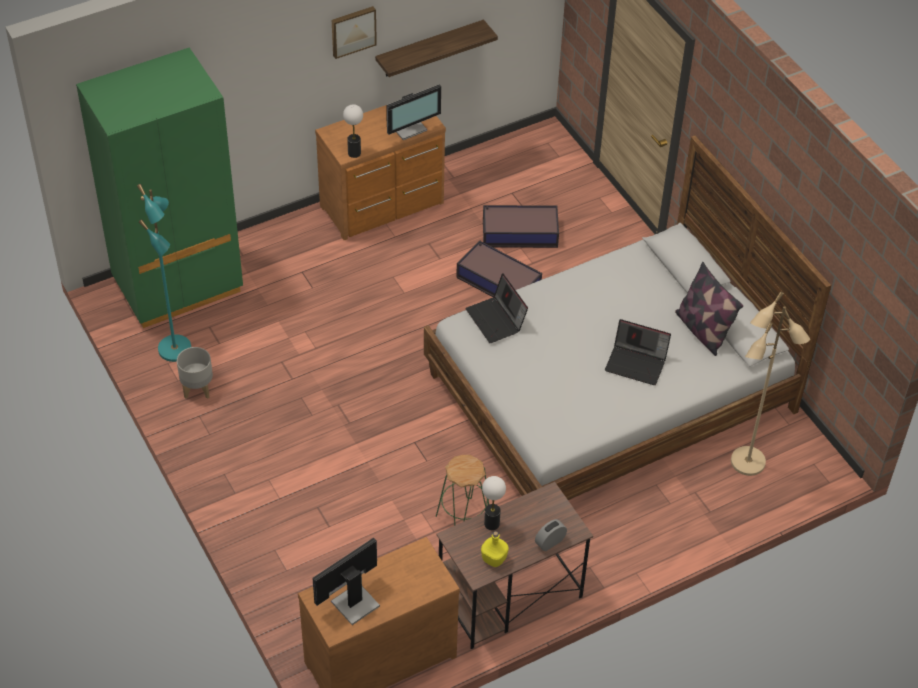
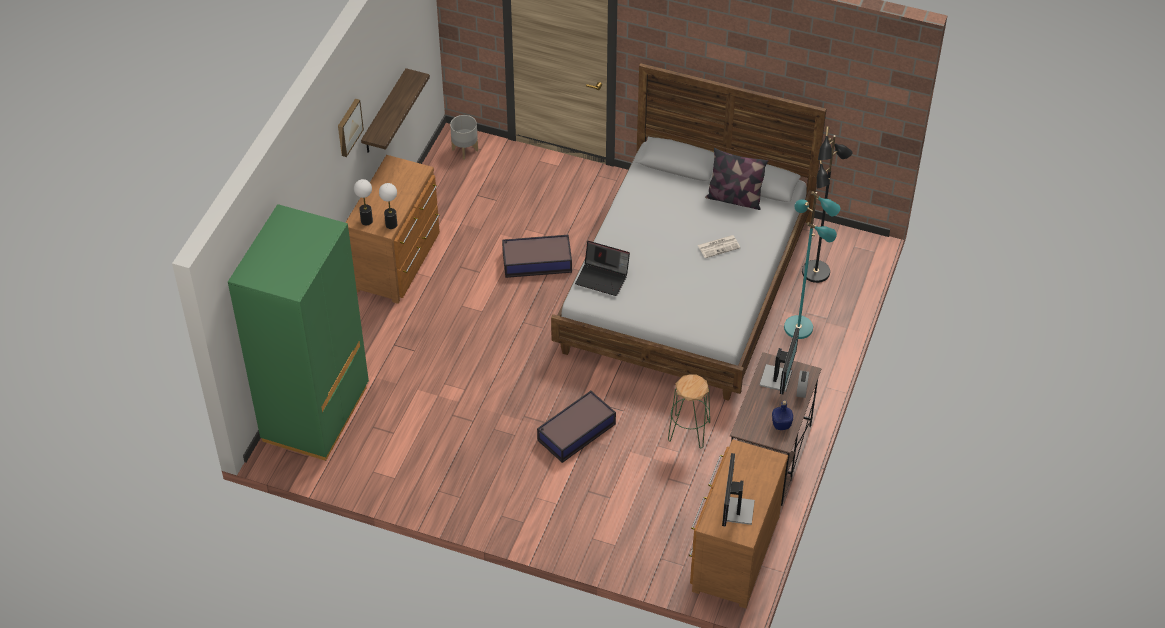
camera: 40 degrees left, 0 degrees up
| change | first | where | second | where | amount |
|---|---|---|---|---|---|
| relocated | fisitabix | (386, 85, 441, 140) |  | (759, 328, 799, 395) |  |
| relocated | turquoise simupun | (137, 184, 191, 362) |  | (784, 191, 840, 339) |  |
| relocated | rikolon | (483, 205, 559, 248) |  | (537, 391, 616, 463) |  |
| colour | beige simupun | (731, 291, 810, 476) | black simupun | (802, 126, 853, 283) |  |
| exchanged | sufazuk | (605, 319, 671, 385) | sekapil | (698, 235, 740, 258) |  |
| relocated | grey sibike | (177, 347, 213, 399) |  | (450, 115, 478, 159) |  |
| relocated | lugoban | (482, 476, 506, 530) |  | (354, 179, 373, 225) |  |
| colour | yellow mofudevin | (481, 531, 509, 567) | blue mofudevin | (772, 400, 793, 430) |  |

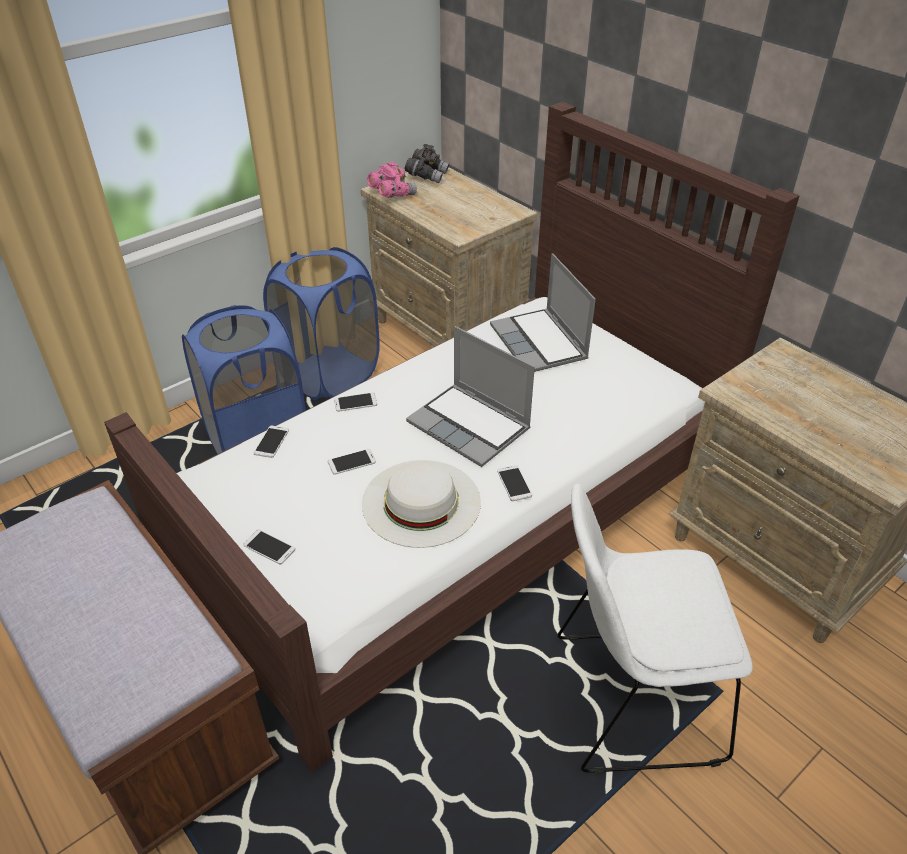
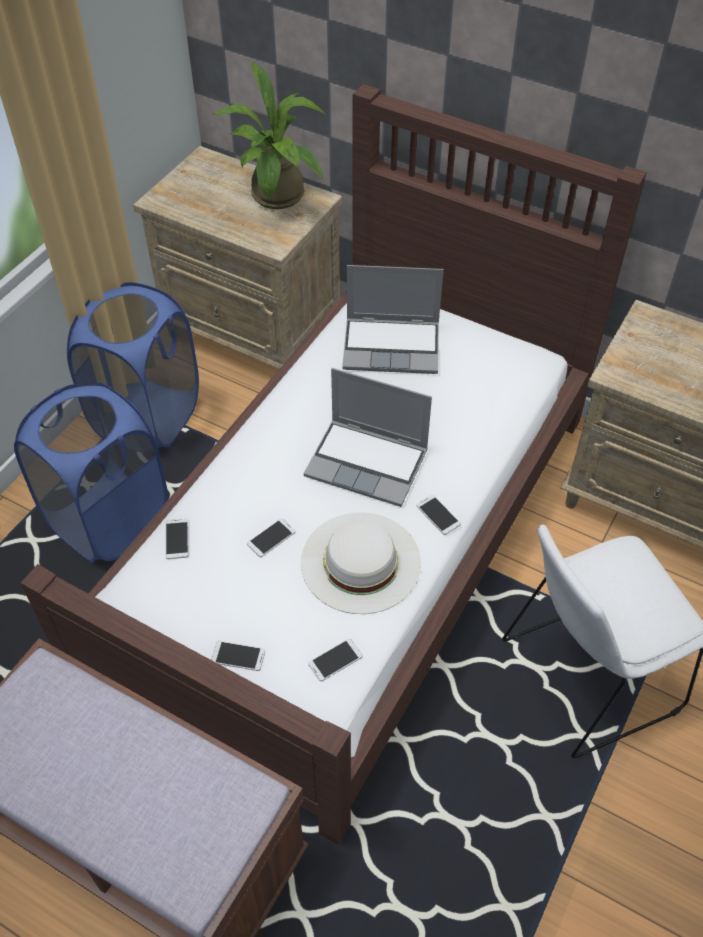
camera: 20 degrees left, 10 degrees up
| change | first | where | second | where | amount |
|---|---|---|---|---|---|
| missing | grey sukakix | (404, 144, 449, 184) |  |  |  |
| missing | pink sukakix | (367, 162, 417, 198) |  |  |  |
| spun | sufazuk | (490, 253, 596, 372) |  | (342, 265, 444, 374) | 45 degrees counterclockwise |
| relocated | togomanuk | (334, 392, 377, 412) |  | (308, 639, 363, 681) |  |
| appeared |  |  | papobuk | (212, 62, 325, 209) |  |

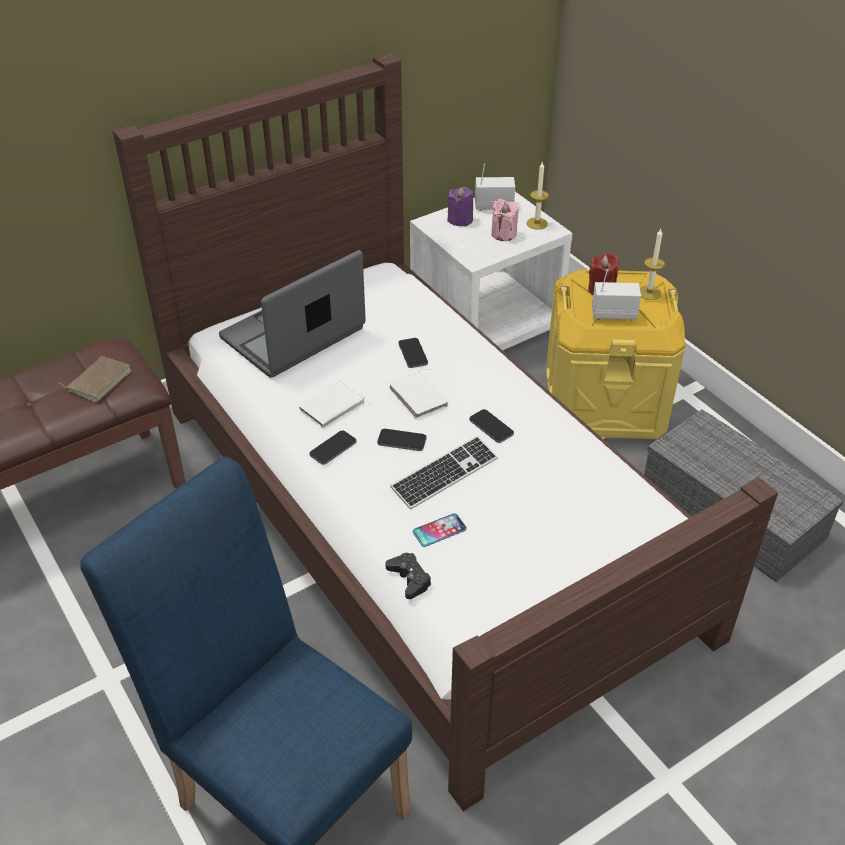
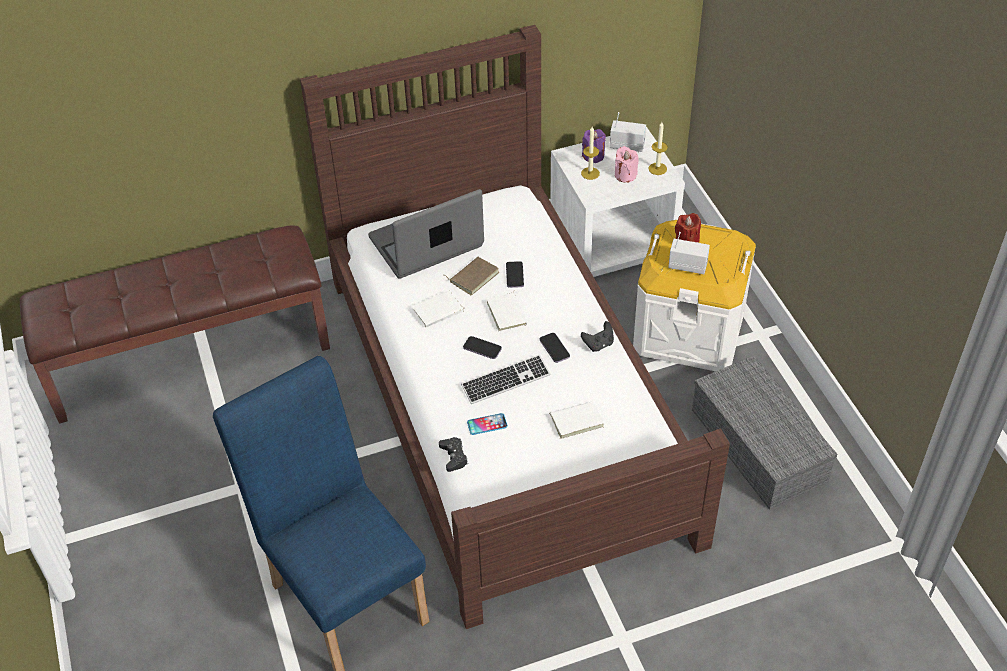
camera: 15 degrees right, 5 degrees up
| change | first | where | second | where | amount |
|---|---|---|---|---|---|
| relocated | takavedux | (640, 229, 665, 300) |  | (581, 127, 600, 180) |  |
| colour | yellow rikolon | (546, 270, 685, 439) | white rikolon | (633, 220, 756, 371) |  |
| relocated | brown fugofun | (59, 356, 131, 402) |  | (444, 257, 499, 295) |  |
| missing | togomanuk | (309, 430, 357, 465) |  |  |  |
| appeared |  |  | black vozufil | (581, 321, 614, 352) |  |
| appeared |  |  | white fugofun | (547, 401, 604, 439) |  |

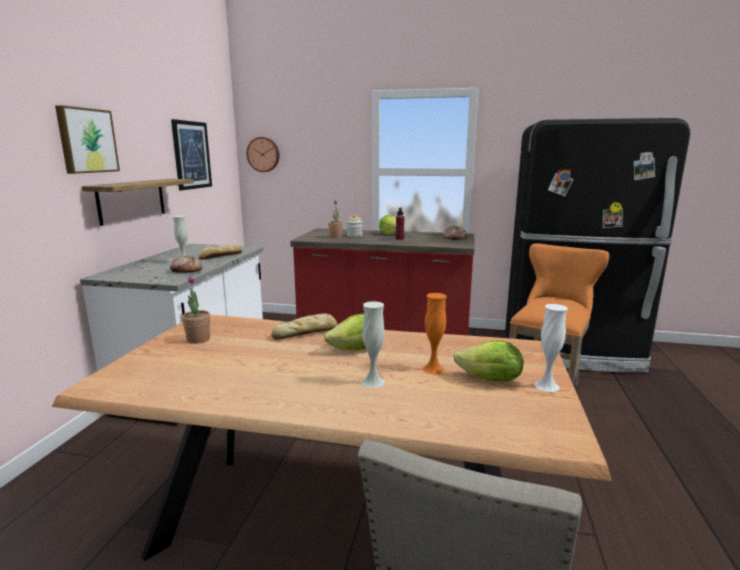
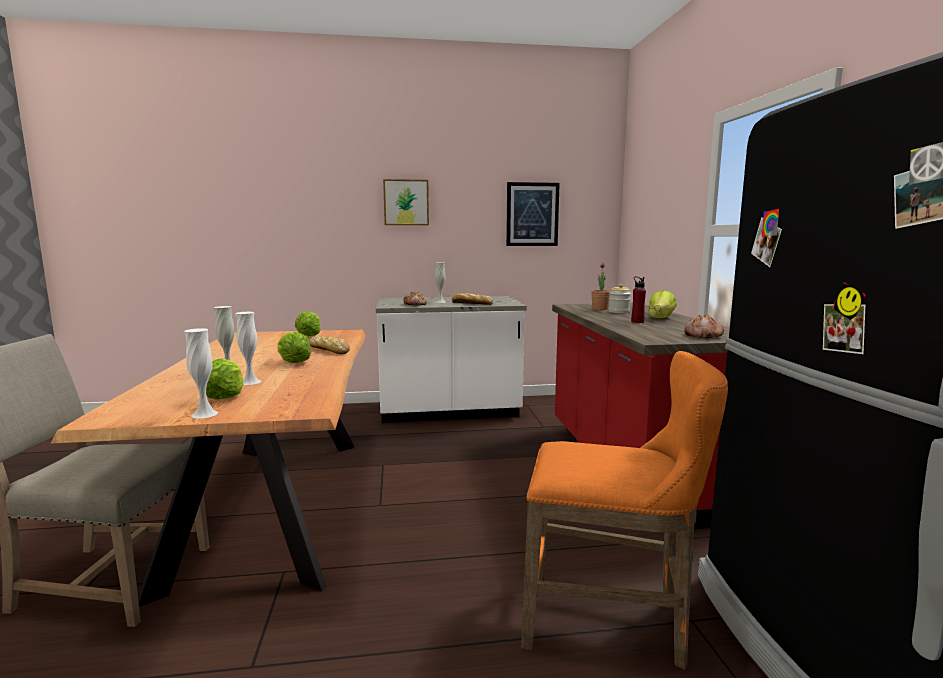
camera: 70 degrees right, 5 degrees down
| change | first | where | second | where | amount |
|---|---|---|---|---|---|
| missing | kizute | (246, 137, 280, 172) |  |  |  |
| missing | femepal | (82, 179, 194, 226) |  |  |  |
| exchanged | papobuk | (182, 275, 210, 344) | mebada | (295, 311, 321, 336) |  |
| colour | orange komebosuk | (423, 293, 447, 375) | white komebosuk | (235, 312, 261, 385) |  |

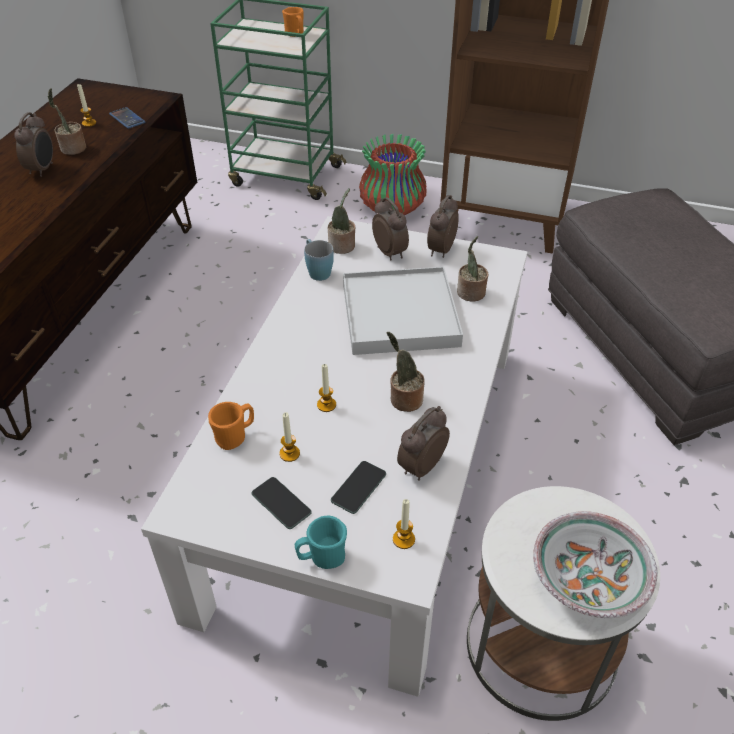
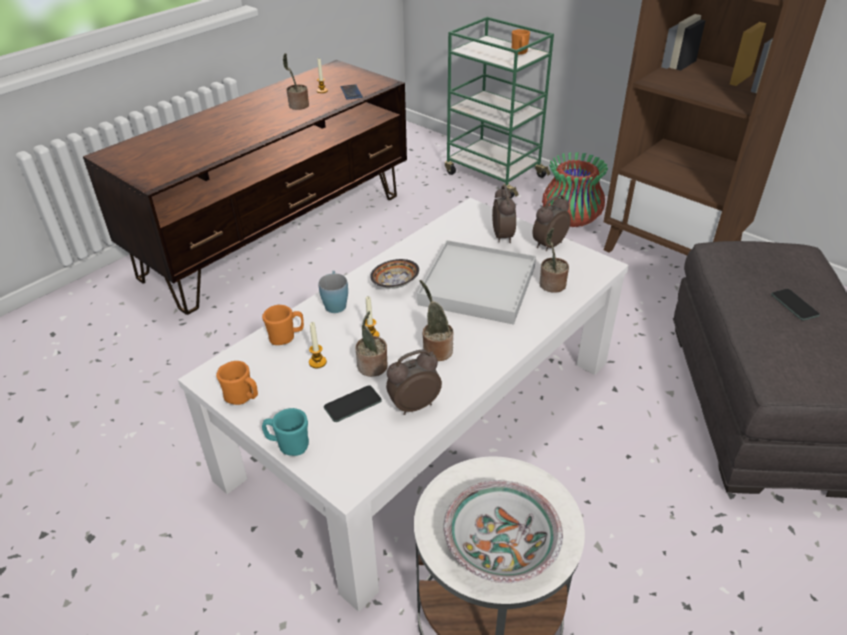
camera: 25 degrees right, 5 degrees down
| change | first | where | second | where | amount |
|---|---|---|---|---|---|
| missing | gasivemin | (14, 112, 53, 177) |  |  |  |
| relocated | papobuk | (328, 188, 356, 254) |  | (355, 311, 388, 377) |  |
| relocated | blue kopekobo | (304, 239, 334, 281) |  | (318, 271, 348, 313) |  |
| relocated | togomanuk | (252, 477, 312, 529) |  | (771, 289, 820, 321) |  |
| missing | takavedux | (393, 499, 415, 549) |  |  |  |
| appeared |  |  | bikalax | (370, 259, 419, 289) |  |
| appeared |  |  | orange kopekobo | (216, 361, 258, 405) |  |

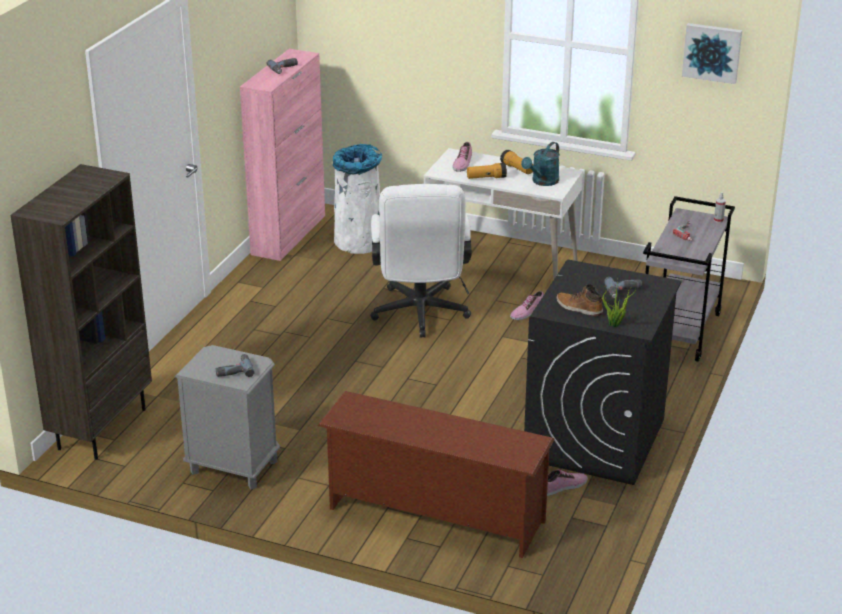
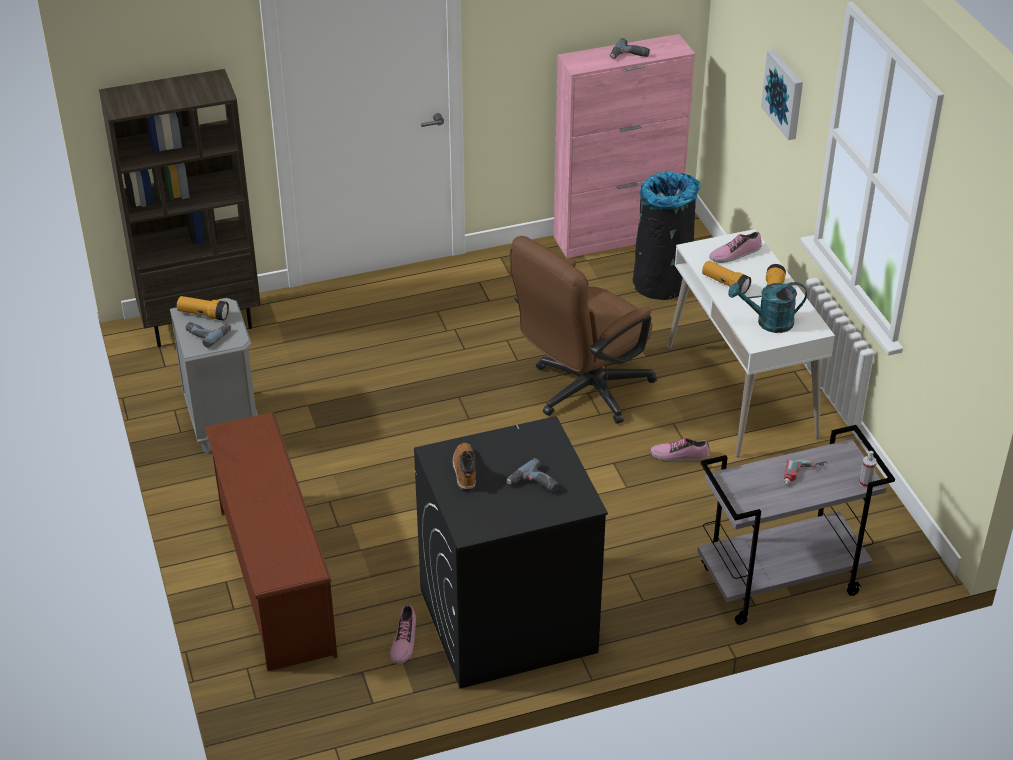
camera: 50 degrees right, 10 degrees up
| change | first | where | second | where | amount |
|---|---|---|---|---|---|
| relocated | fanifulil | (682, 23, 742, 84) |  | (761, 50, 803, 140) |  |
| colour | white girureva | (333, 144, 382, 254) | black girureva | (633, 171, 701, 300) |  |
| colour | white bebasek | (370, 184, 472, 338) | brown bebasek | (510, 236, 657, 424) |  |
| missing | papobuk | (602, 287, 636, 327) |  |  |  |
| spun | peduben | (547, 470, 588, 496) |  | (390, 604, 416, 664) | 75 degrees clockwise |
| appeared |  |  | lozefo | (177, 296, 229, 321) |  |

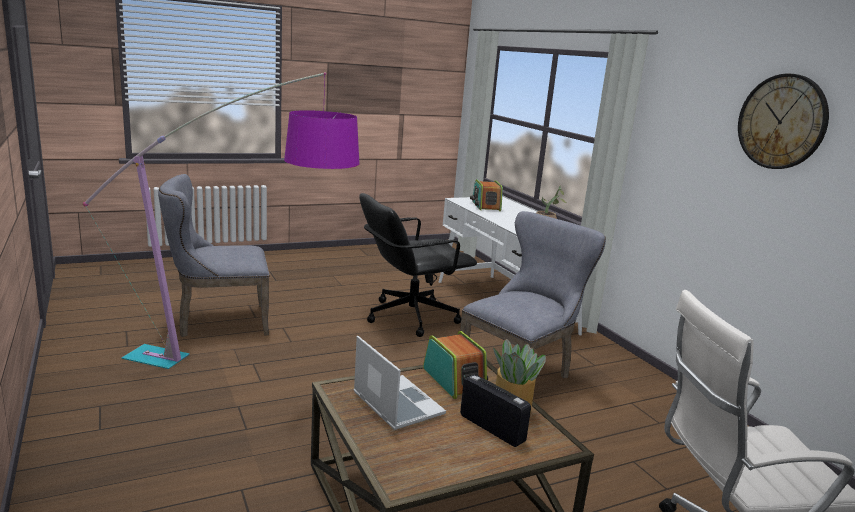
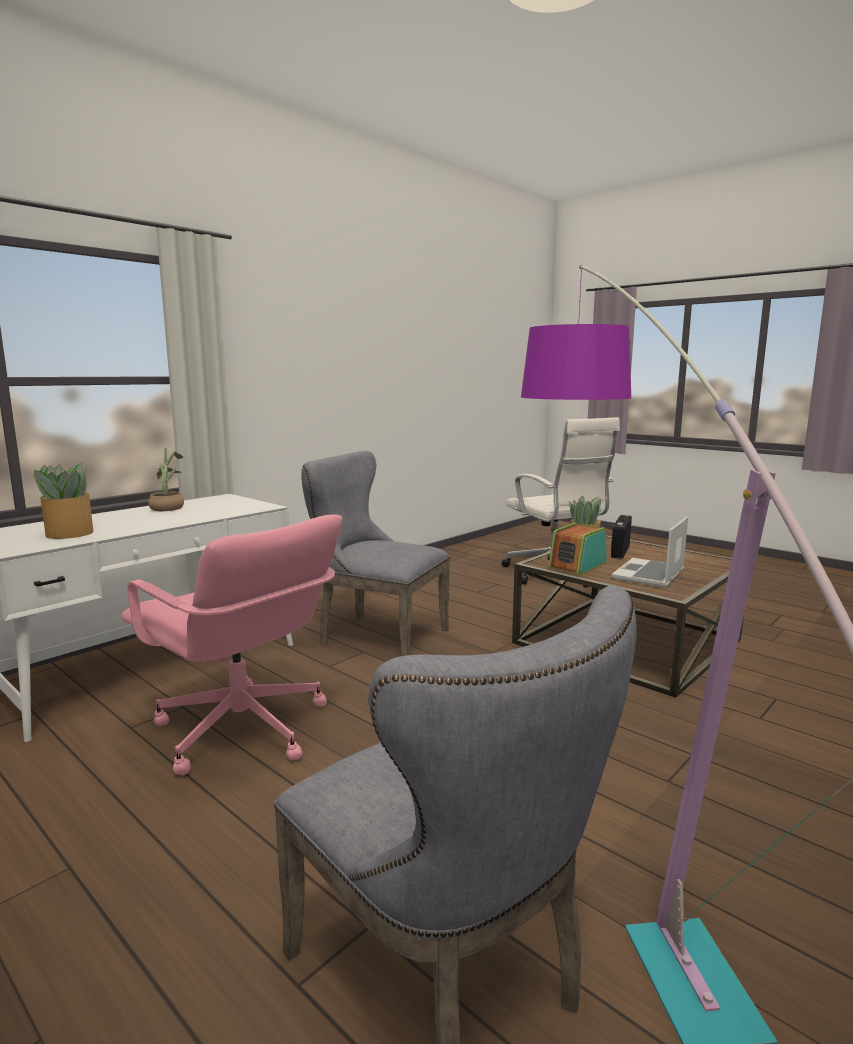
camera: 110 degrees left, 5 degrees down
| change | first | where | second | where | amount |
|---|---|---|---|---|---|
| missing | kizute | (738, 74, 829, 169) |  |  |  |
| exchanged | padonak | (470, 179, 503, 211) | papobuk | (29, 462, 94, 539) |  |
| colour | black bebasek | (359, 193, 477, 337) | pink bebasek | (121, 515, 342, 775) |  |

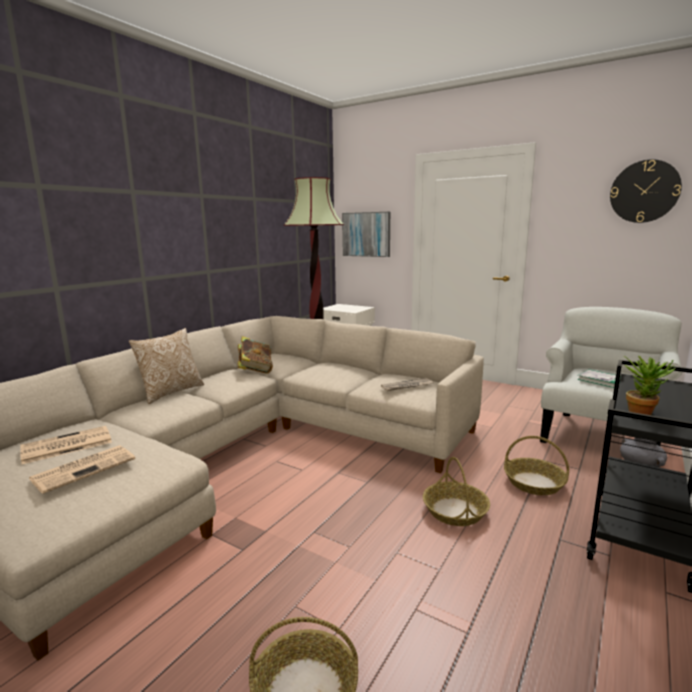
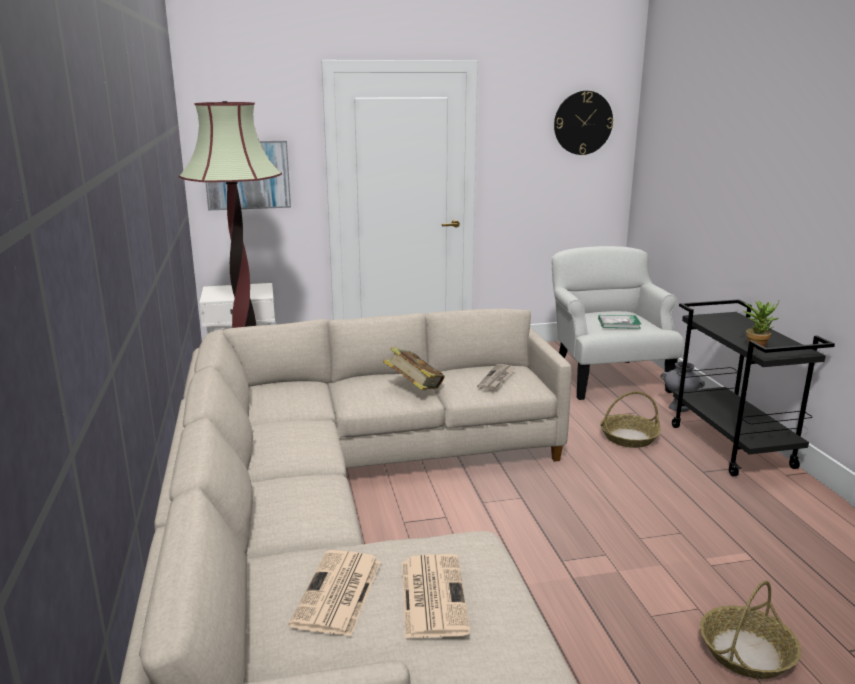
camera: 45 degrees left, 5 degrees up
| change | first | where | second | where | amount |
|---|---|---|---|---|---|
| missing | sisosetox | (129, 328, 204, 404) |  |  |  |
| relocated | fugofun | (238, 336, 273, 374) |  | (383, 347, 445, 390) |  |
| missing | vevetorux | (423, 457, 490, 526) |  |  |  |

